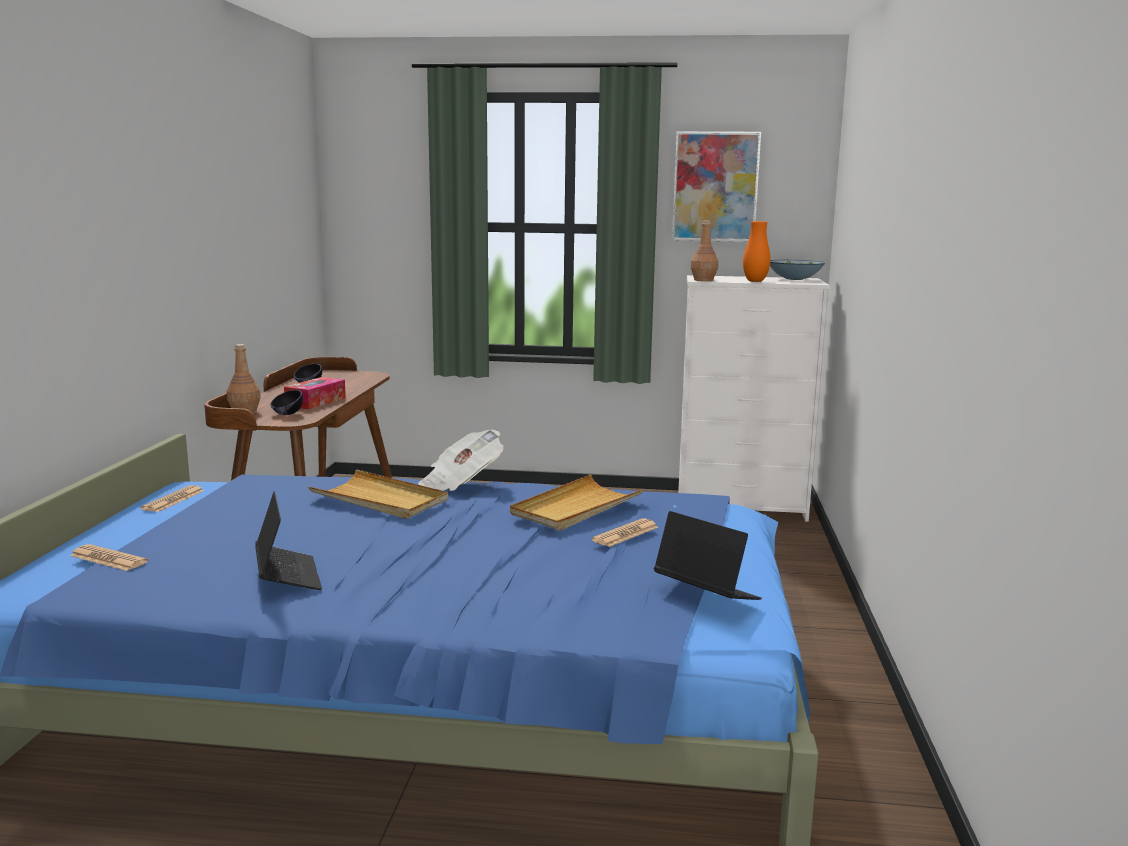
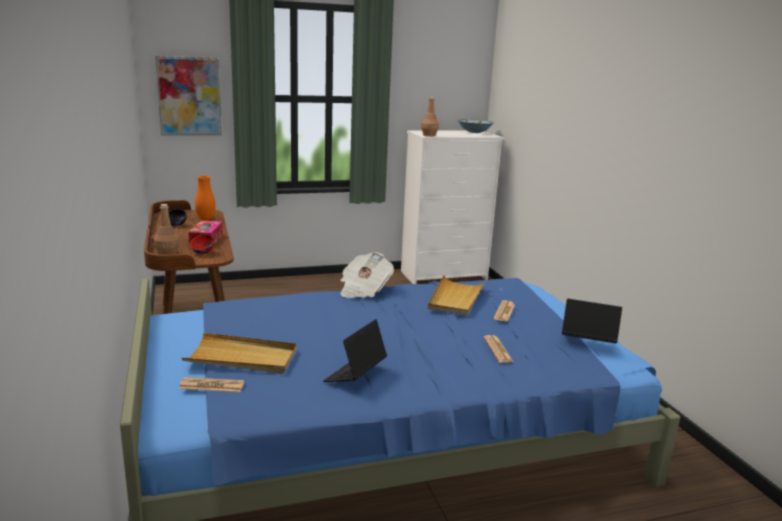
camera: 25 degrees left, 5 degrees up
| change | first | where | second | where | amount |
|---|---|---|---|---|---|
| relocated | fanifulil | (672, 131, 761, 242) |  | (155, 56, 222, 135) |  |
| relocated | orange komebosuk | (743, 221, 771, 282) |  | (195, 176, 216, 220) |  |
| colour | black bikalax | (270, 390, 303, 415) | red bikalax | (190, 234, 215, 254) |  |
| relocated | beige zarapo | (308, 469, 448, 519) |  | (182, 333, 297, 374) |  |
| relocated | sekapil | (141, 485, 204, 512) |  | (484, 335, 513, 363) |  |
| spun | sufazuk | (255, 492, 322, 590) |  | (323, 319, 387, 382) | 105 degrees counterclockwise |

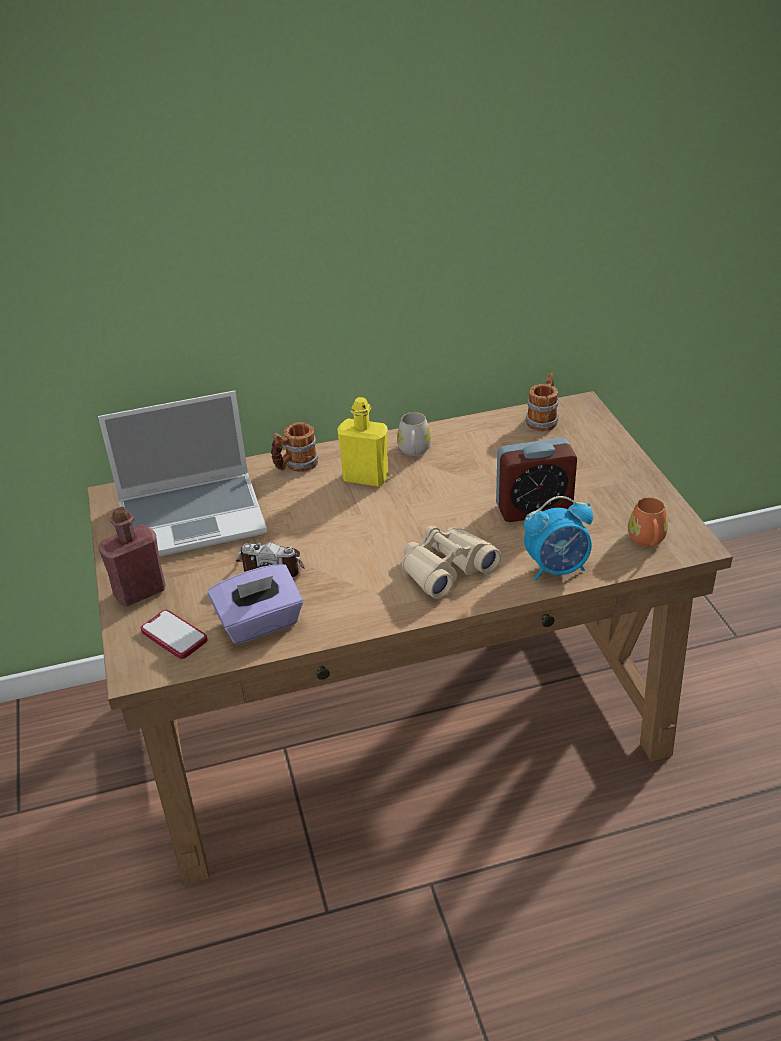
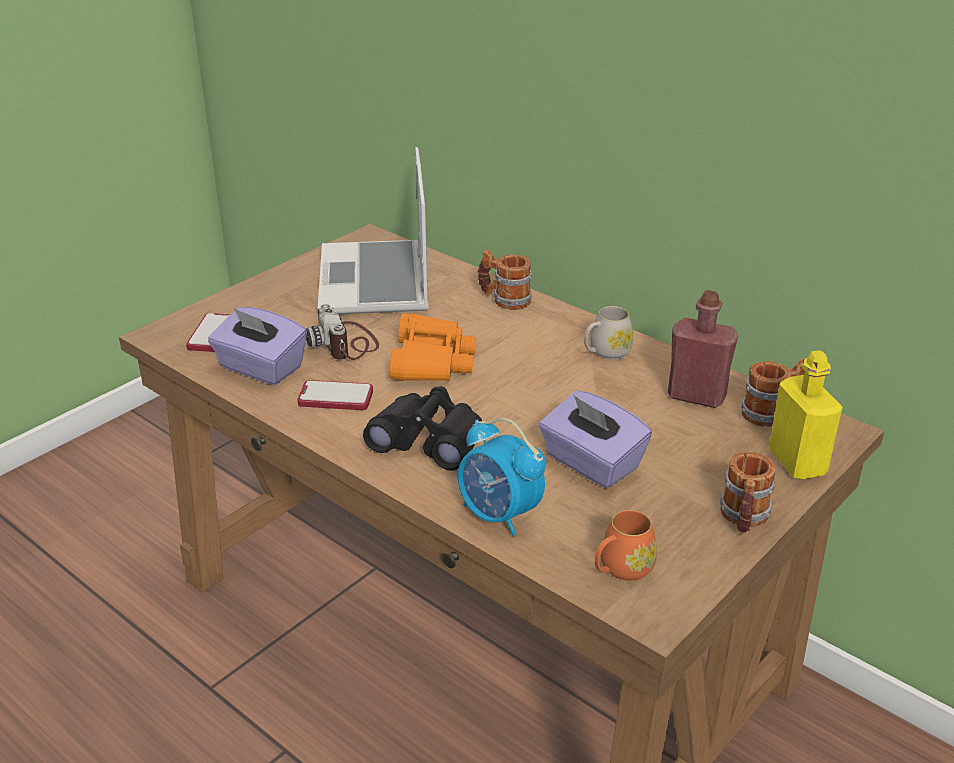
camera: 55 degrees right, 5 degrees down
| change | first | where | second | where | amount |
|---|---|---|---|---|---|
| spun | sufazuk | (98, 390, 267, 557) |  | (318, 147, 428, 314) | 45 degrees clockwise |
| relocated | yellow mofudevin | (337, 397, 389, 487) |  | (769, 350, 843, 480) |  |
| exchanged | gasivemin | (496, 438, 577, 522) | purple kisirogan | (539, 390, 652, 488) |  |
| relocated | red mofudevin | (99, 507, 166, 606) |  | (668, 290, 738, 408) |  |
| colour | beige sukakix | (402, 526, 501, 599) | black sukakix | (363, 386, 482, 471) |  |
| appeared |  |  | orange sukakix | (389, 313, 476, 381) |  |
| appeared |  |  | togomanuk | (298, 380, 373, 410) |  |
| appeared |  |  | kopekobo | (720, 452, 776, 534) |  |

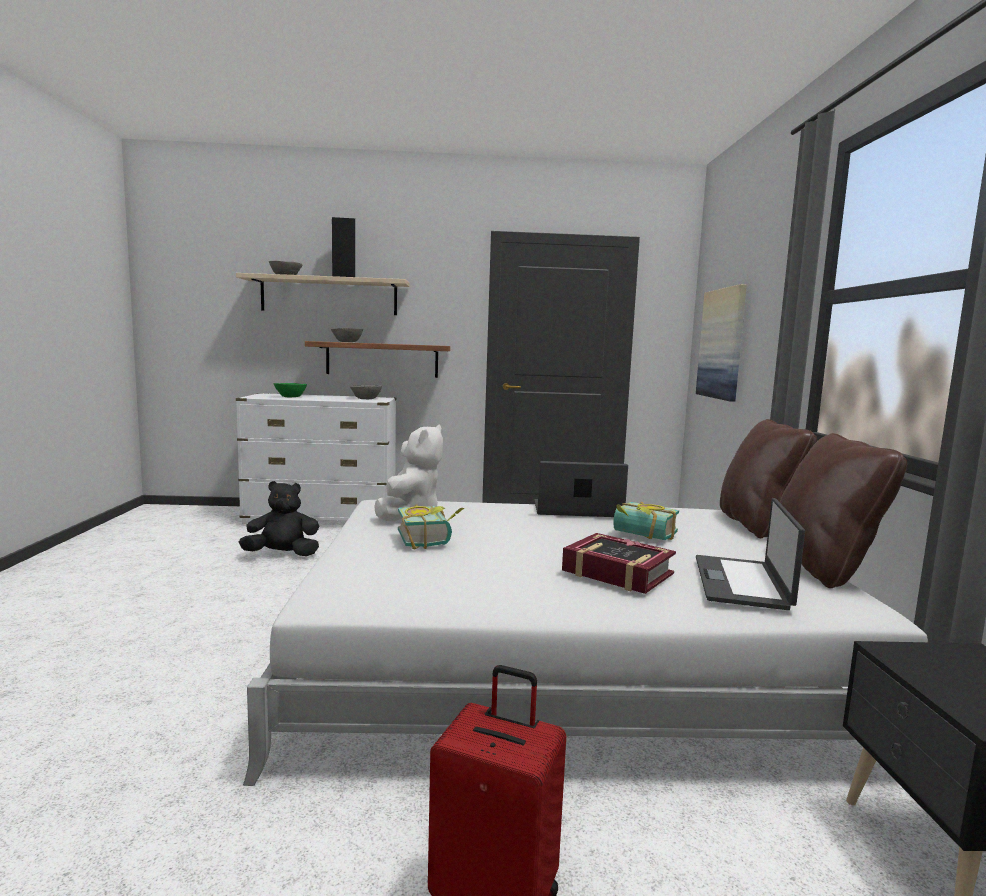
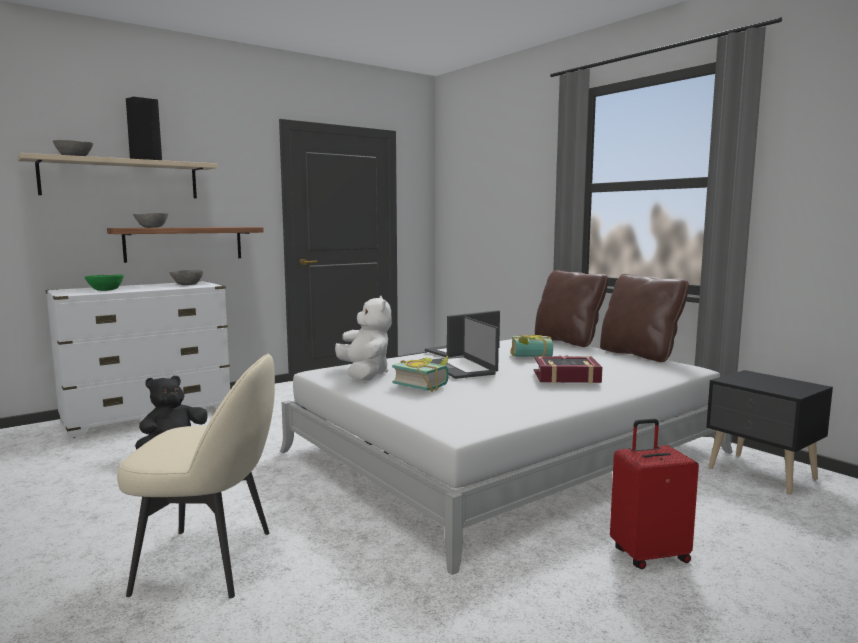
camera: 35 degrees left, 0 degrees up
| change | first | where | second | where | amount |
|---|---|---|---|---|---|
| missing | fanifulil | (696, 284, 747, 402) |  |  |  |
| relocated | sufazuk | (696, 498, 805, 610) |  | (431, 316, 499, 379) |  |
| appeared |  |  | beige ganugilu | (117, 354, 275, 598) |  |

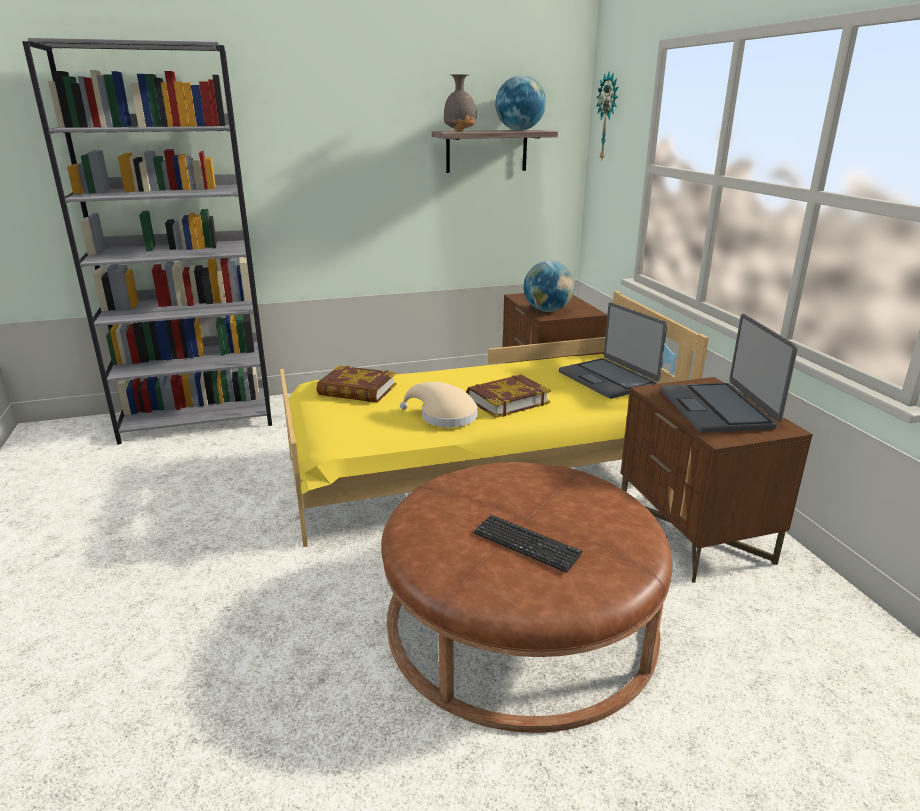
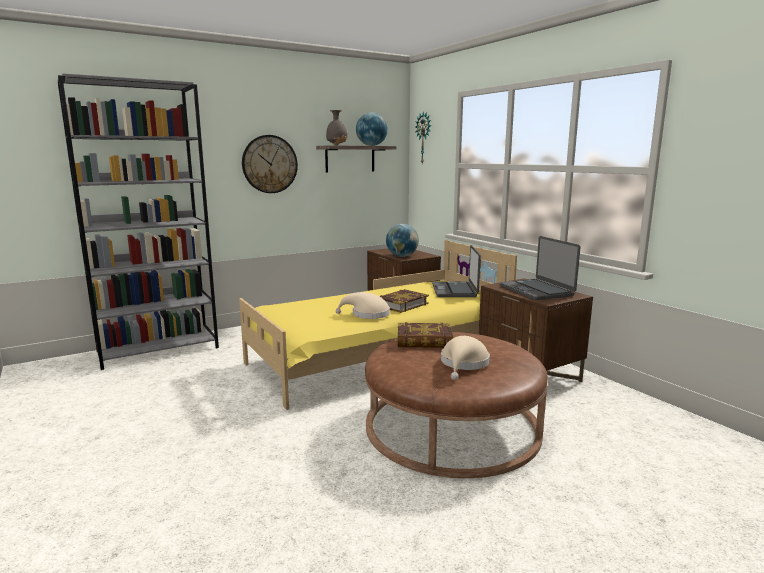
camera: 15 degrees left, 10 degrees down
| change | first | where | second | where | amount |
|---|---|---|---|---|---|
| spun | sufazuk | (559, 302, 667, 399) |  | (432, 245, 481, 297) | 45 degrees clockwise |
| relocated | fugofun | (316, 365, 397, 403) |  | (398, 322, 453, 348) |  |
| exchanged | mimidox | (473, 515, 583, 573) | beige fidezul | (441, 336, 490, 380) |  |
| appeared |  |  | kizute | (242, 135, 298, 193) |  |

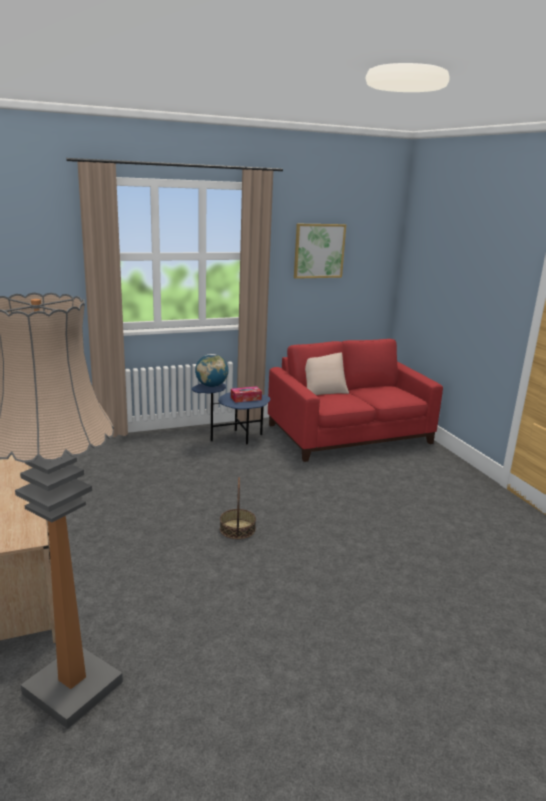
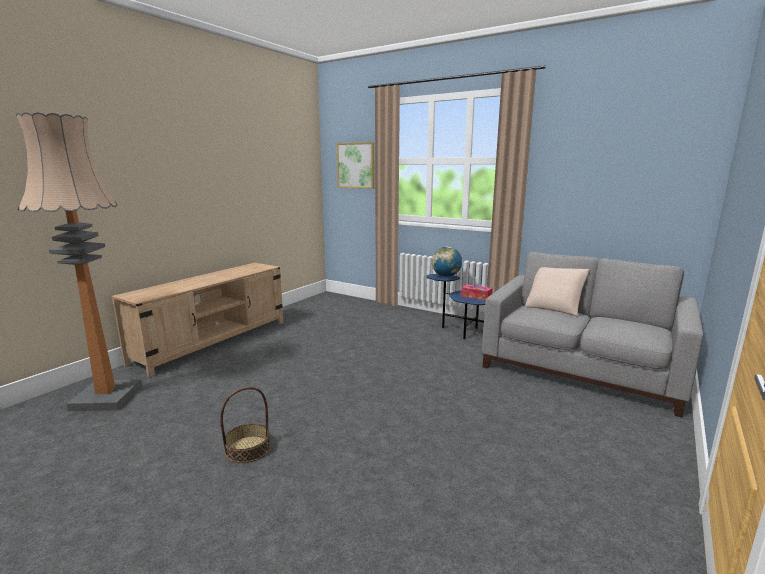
camera: 55 degrees right, 5 degrees down
| change | first | where | second | where | amount |
|---|---|---|---|---|---|
| relocated | fanifulil | (294, 224, 346, 279) |  | (337, 142, 375, 189) |  |
| colour | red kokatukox | (268, 339, 443, 462) | grey kokatukox | (482, 252, 703, 417) |  |
| relocated | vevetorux | (220, 477, 256, 539) |  | (220, 387, 270, 463) |  |

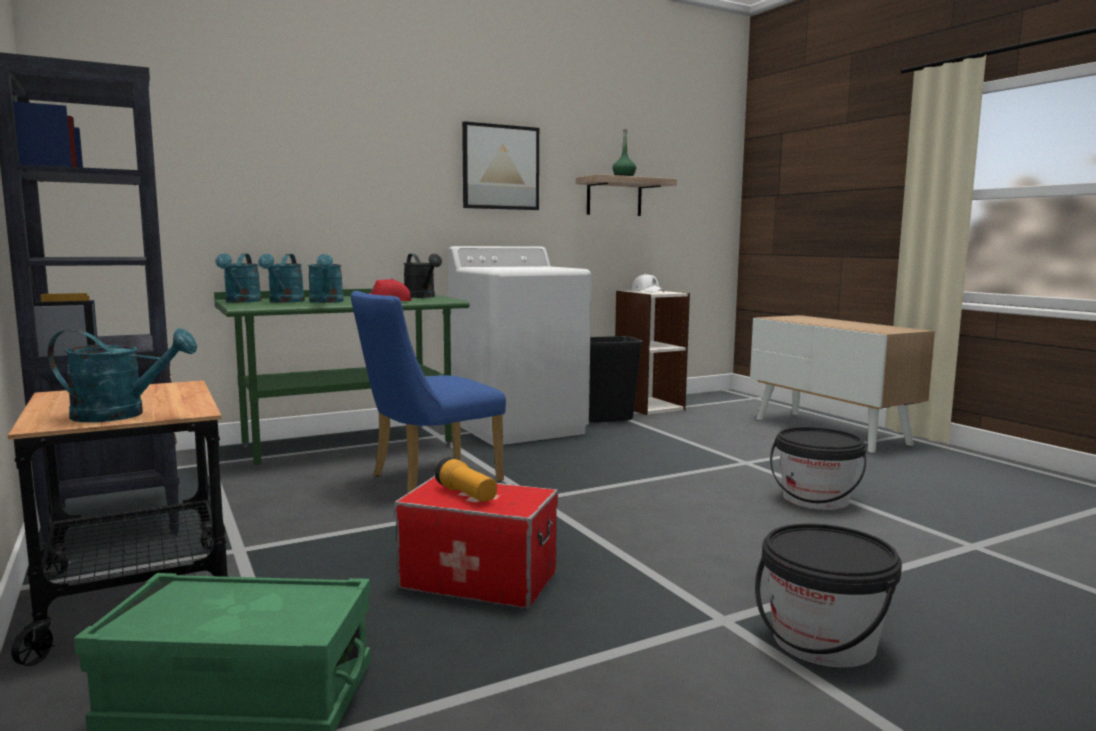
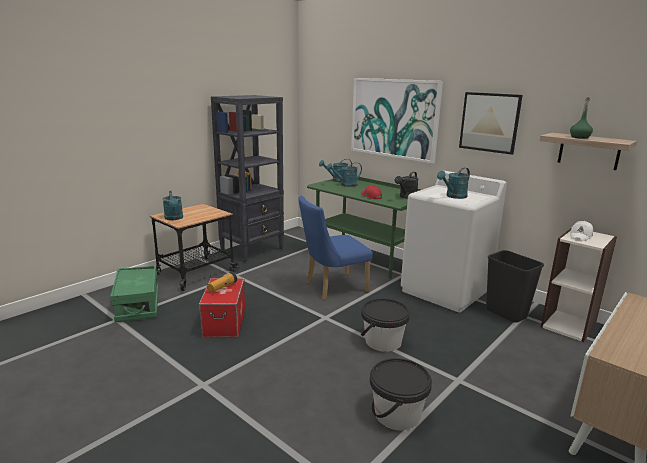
camera: 70 degrees right, 10 degrees up
| change | first | where | second | where | amount |
|---|---|---|---|---|---|
| relocated | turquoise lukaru | (308, 254, 344, 303) |  | (437, 168, 470, 199) |  |
| spun | blue ganugilu | (351, 291, 506, 493) |  | (298, 196, 373, 300) | 60 degrees counterclockwise |
| relocated | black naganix | (755, 523, 902, 667) |  | (361, 298, 410, 352) |  |
| appeared |  |  | fanifulil | (351, 78, 443, 163) |  |

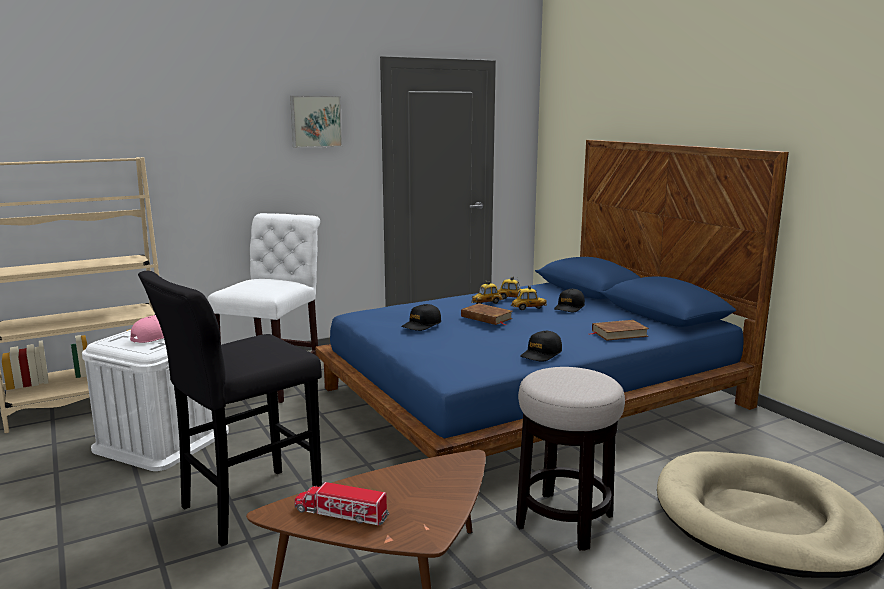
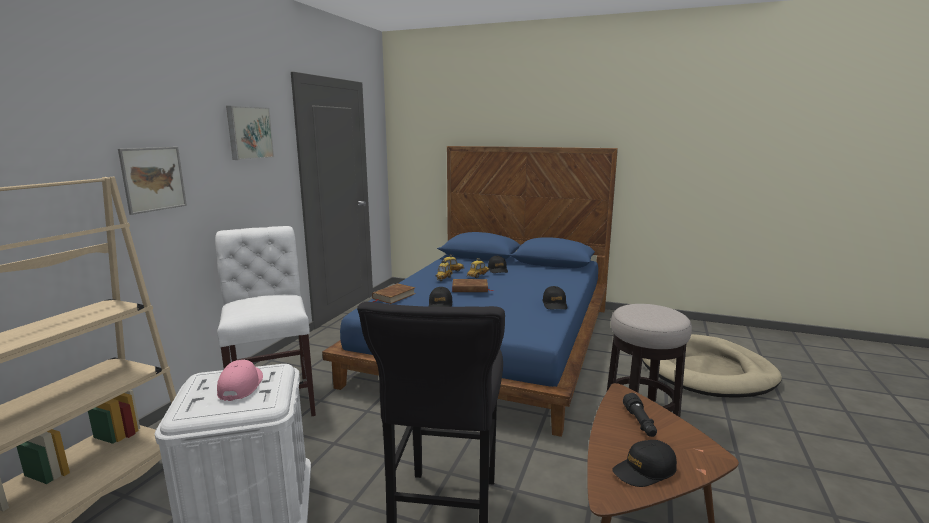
camera: 40 degrees left, 0 degrees up
| change | first | where | second | where | amount |
|---|---|---|---|---|---|
| relocated | brown fugofun | (590, 320, 649, 341) |  | (372, 283, 415, 304) |  |
| exchanged | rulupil | (294, 481, 389, 525) | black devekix | (612, 440, 677, 487) |  |
| appeared |  |  | fanifulil | (118, 147, 187, 215) |  |
| appeared |  |  | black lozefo | (623, 393, 657, 437) |  |

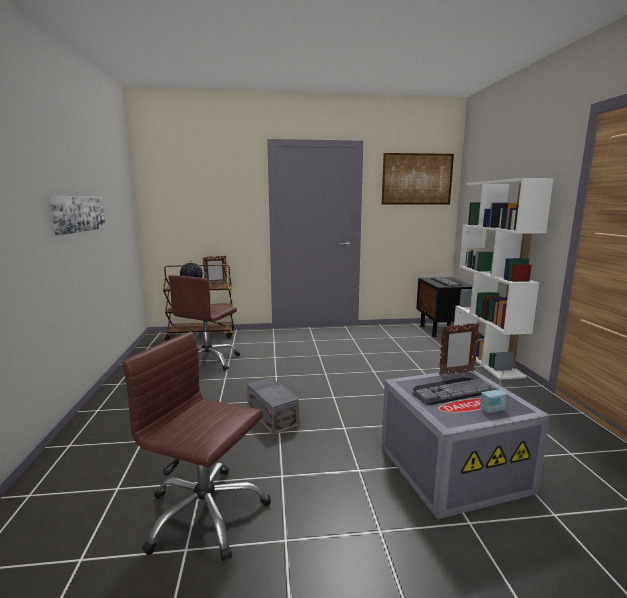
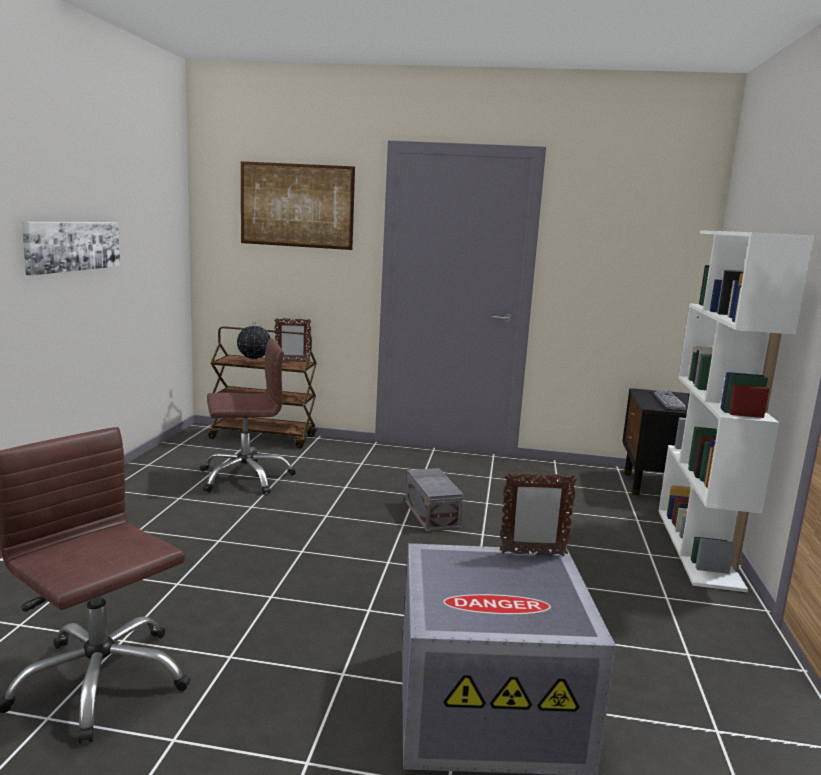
camera: 15 degrees right, 0 degrees up
| change | first | where | second | where | amount |
|---|---|---|---|---|---|
| relocated | fanifulil | (382, 153, 454, 205) |  | (241, 161, 355, 250) |  |
| spun | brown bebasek | (168, 275, 240, 371) |  | (200, 339, 296, 494) | 150 degrees counterclockwise |
| missing | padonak | (480, 371, 508, 413) |  |  |  |
| relocated | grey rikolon | (247, 377, 299, 435) |  | (405, 468, 464, 531) |  |
| missing | mimidox | (412, 378, 497, 405) |  |  |  |

